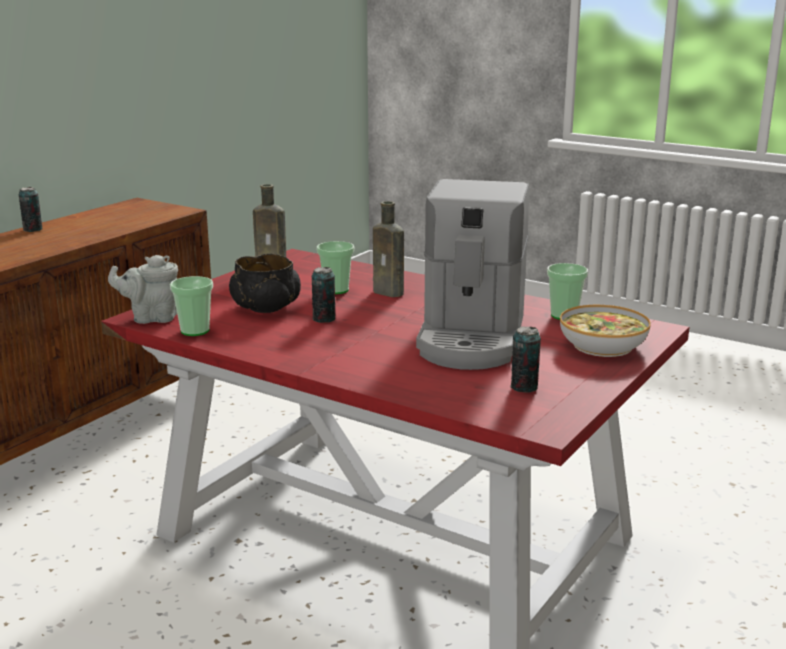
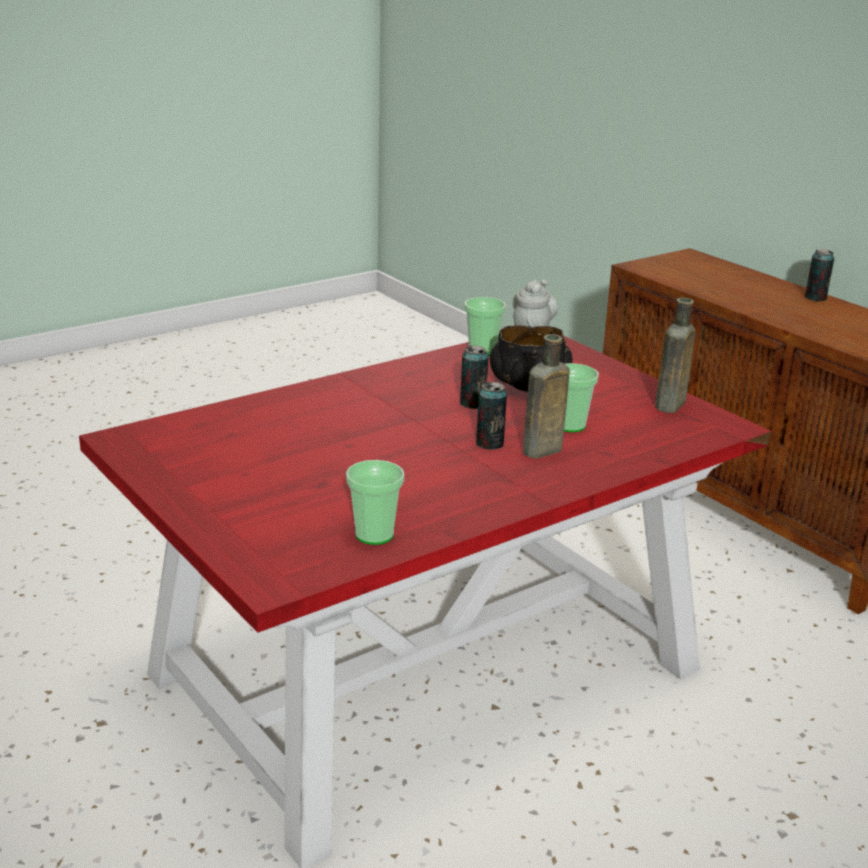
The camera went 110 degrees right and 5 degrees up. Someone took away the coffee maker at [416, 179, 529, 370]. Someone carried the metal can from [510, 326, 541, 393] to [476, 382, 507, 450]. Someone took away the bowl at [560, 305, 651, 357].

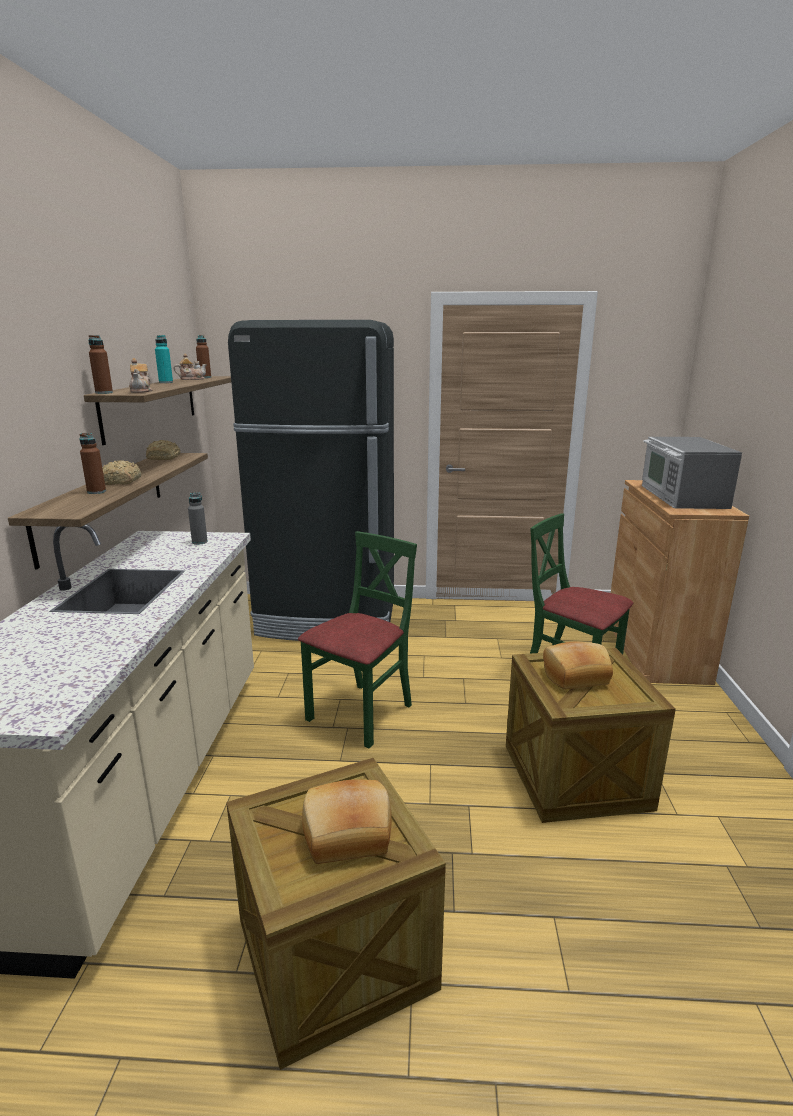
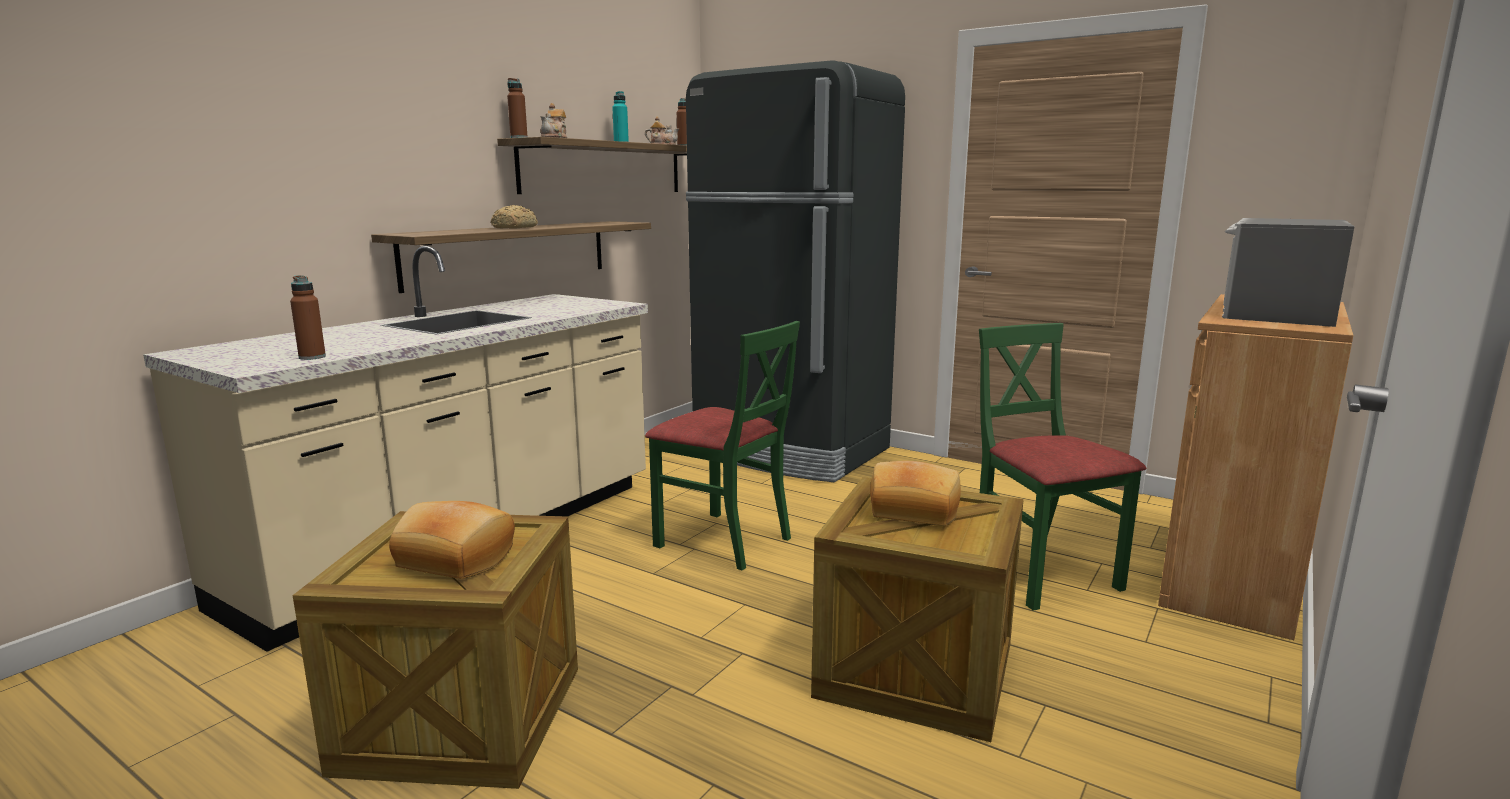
The camera went 30 degrees right and 5 degrees down. Someone carried the drink bottle/brown-coloured from [79, 433, 106, 494] to [290, 275, 326, 360]. Someone took away the bread at [146, 440, 180, 460]. Someone took away the drink bottle/greyish at [188, 493, 208, 545]. Someone rotated the upright chair/green-coloured at [298, 531, 417, 748] by 60 degrees clockwise.

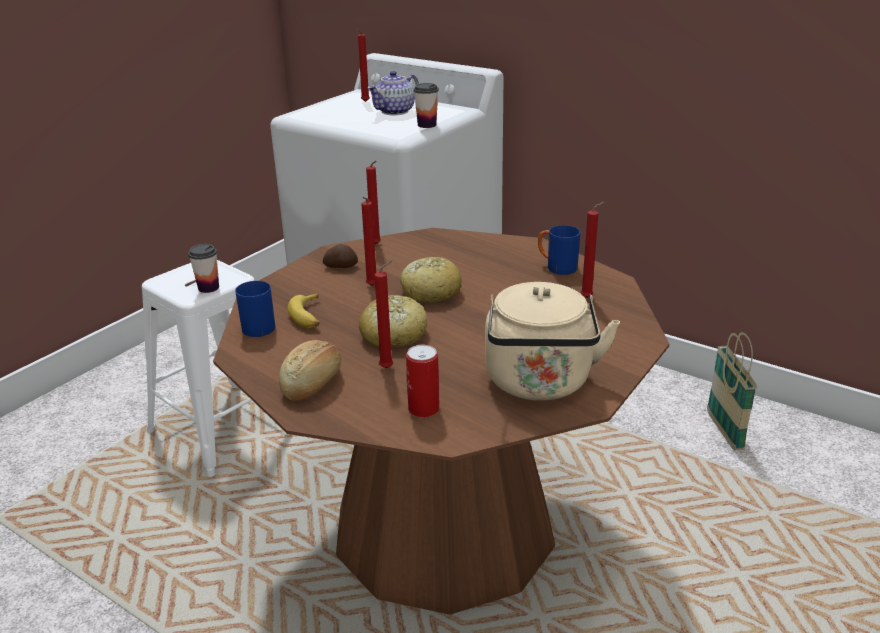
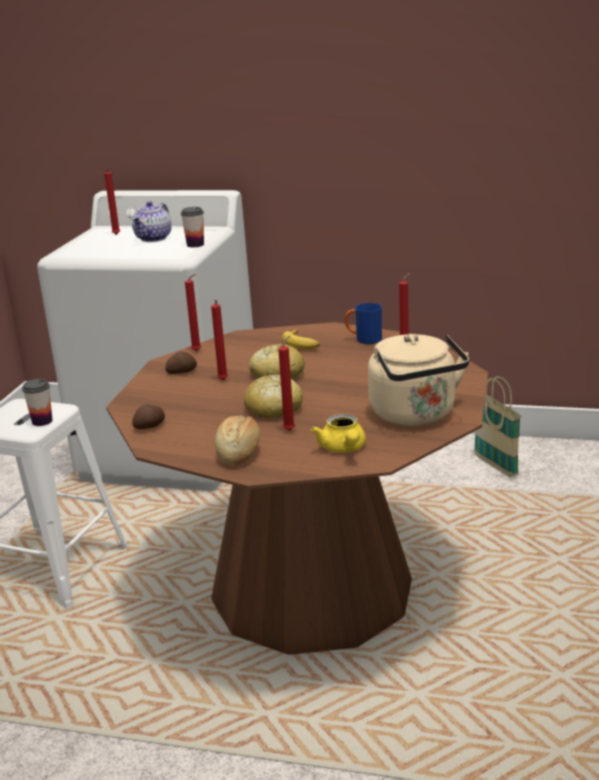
The camera went 20 degrees left and 5 degrees down. Someone swapped the coffee mug/bluish at [235, 281, 275, 337] for the whole potato at [132, 404, 165, 429]. Someone carried the banana from [288, 293, 320, 328] to [282, 329, 320, 350]. Someone swapped the metal can at [406, 345, 439, 418] for the teapot/yellow at [311, 414, 366, 453].

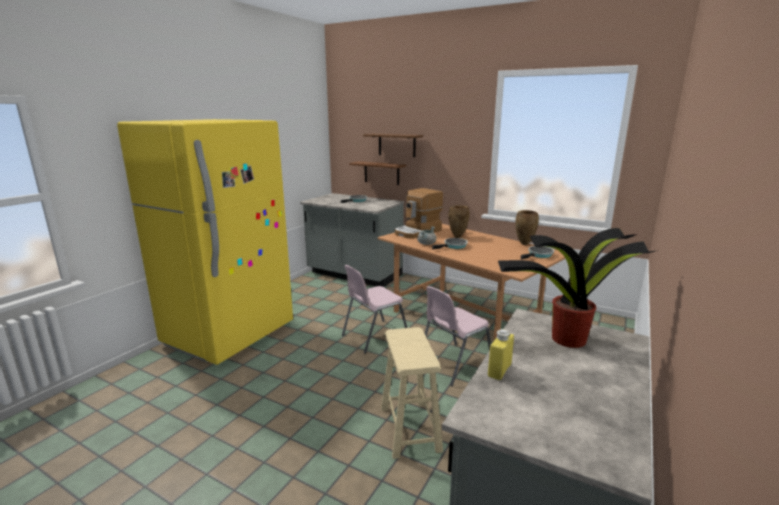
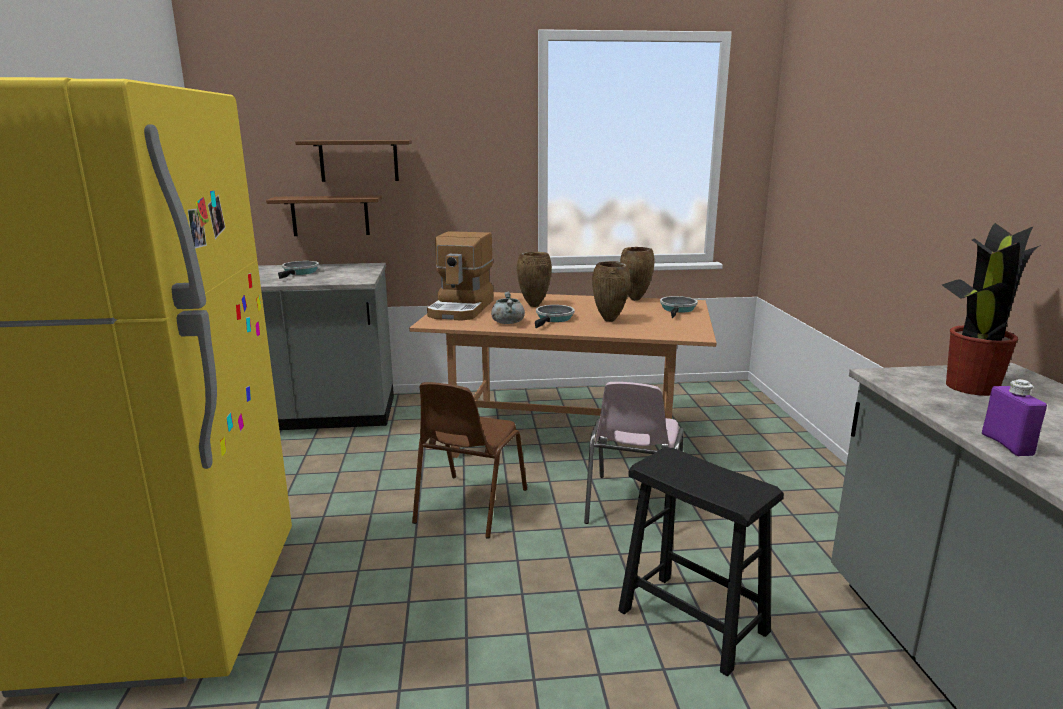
The camera went 35 degrees left and 0 degrees up. Someone repainted the upright chair/pink at [342, 265, 407, 354], which became the upright chair/brown-coloured at [412, 382, 527, 539]. Someone repainted the sitting stool/beige at [381, 327, 443, 459], which became the sitting stool/black at [618, 447, 784, 676]. Someone repainted the drink bottle/yellow at [488, 329, 514, 380], which became the drink bottle/purple-coloured at [982, 379, 1047, 456]. Someone put down the vase/brown-coloured at [592, 261, 630, 322].

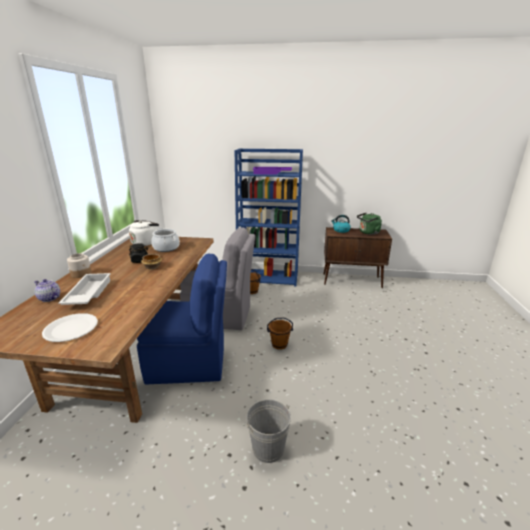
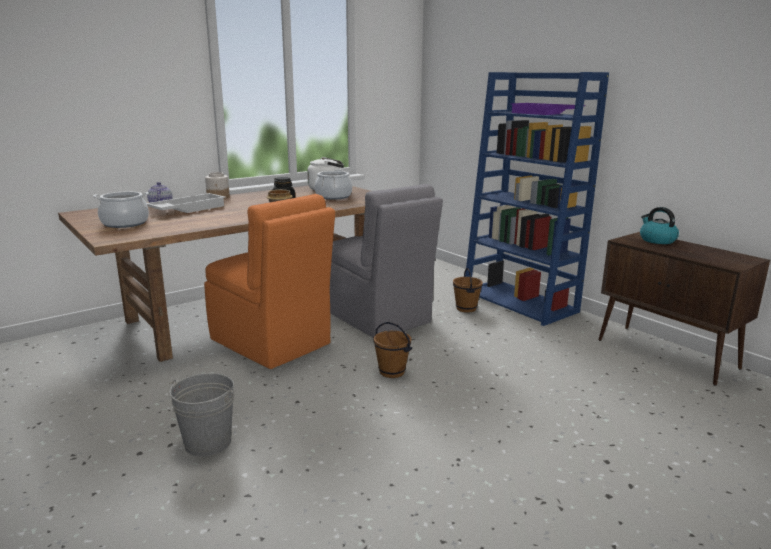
The camera went 45 degrees right and 5 degrees down. Someone swapped the flat dish/whitish at [42, 313, 98, 342] for the saucepot at [93, 192, 149, 228]. Someone repainted the upright chair/bluish at [137, 254, 227, 385], which became the upright chair/orange at [204, 194, 335, 369]. Someone took away the kettle/green-coloured at [357, 213, 382, 235].

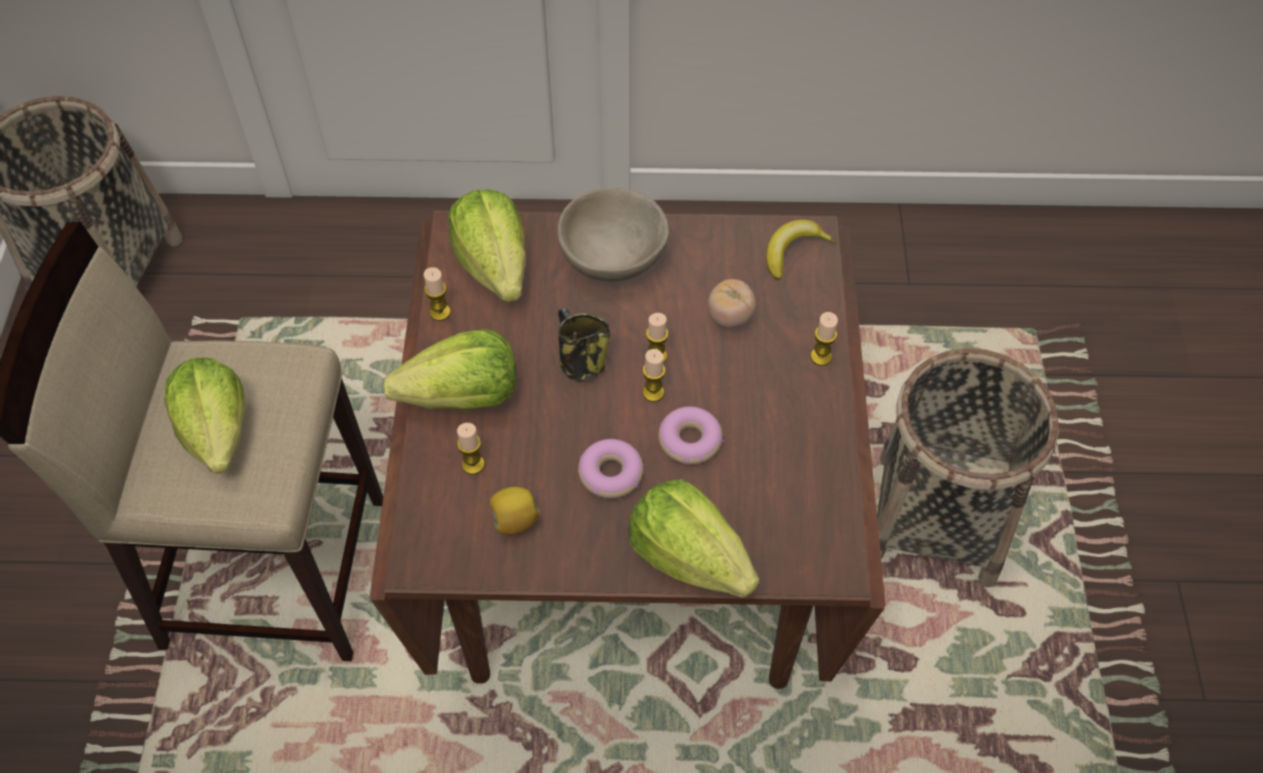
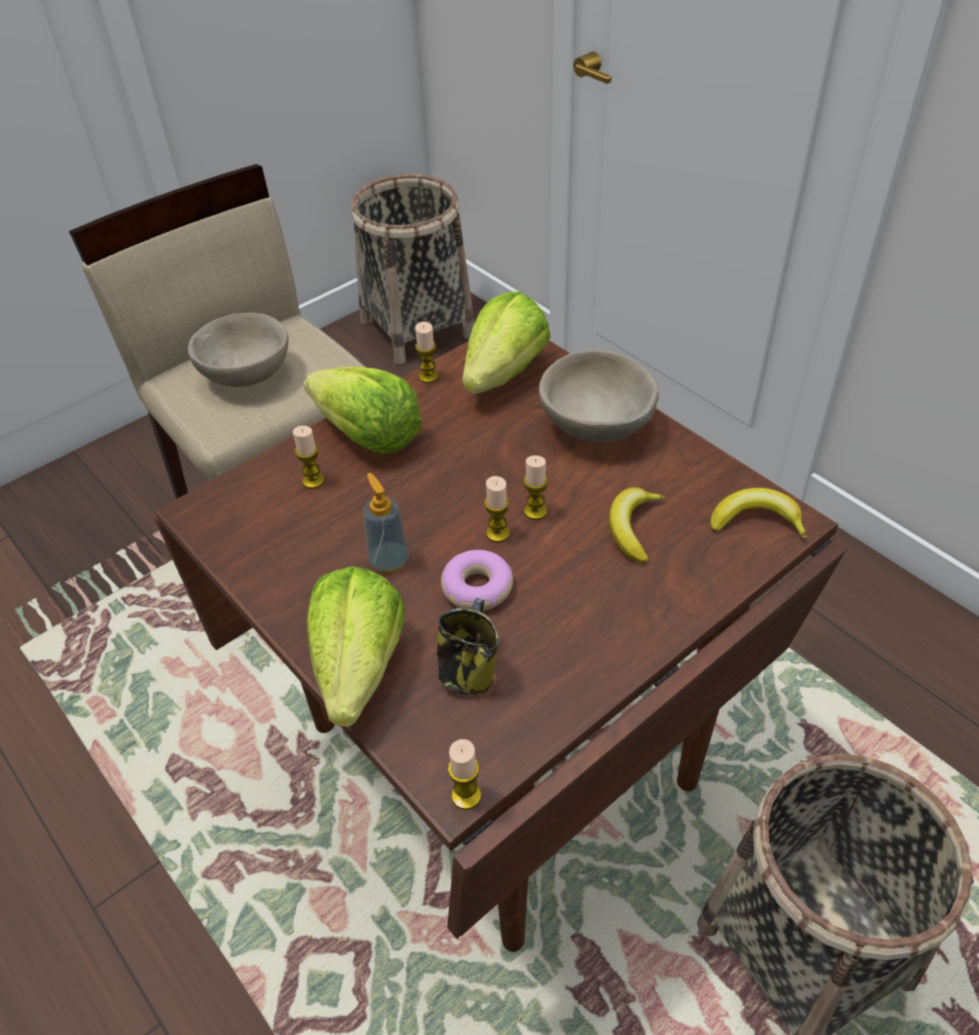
The camera went 50 degrees right and 10 degrees down. Someone swapped the head of lettuce at [165, 357, 245, 474] for the bowl/beige at [188, 313, 289, 387]. Someone took away the citrus fruit at [489, 487, 540, 535]. Someone carried the coffee mug from [558, 308, 610, 381] to [437, 598, 499, 696]. Someone swapped the ring doughnut at [578, 439, 643, 499] for the liquid soap bottle at [363, 473, 409, 574]. Someone swapped the tomato at [707, 279, 756, 329] for the banana at [609, 487, 665, 564]. Someone carried the candle from [811, 312, 838, 366] to [448, 739, 481, 810].

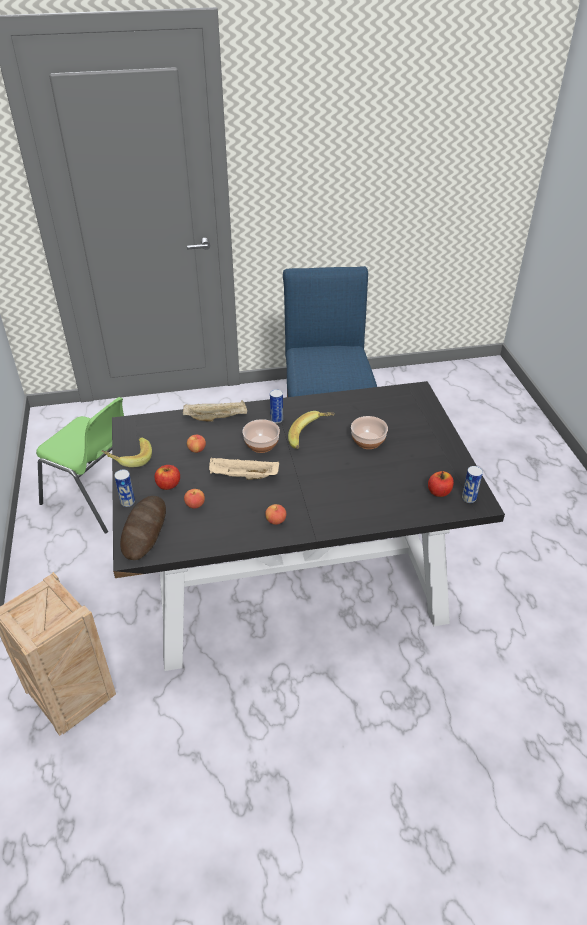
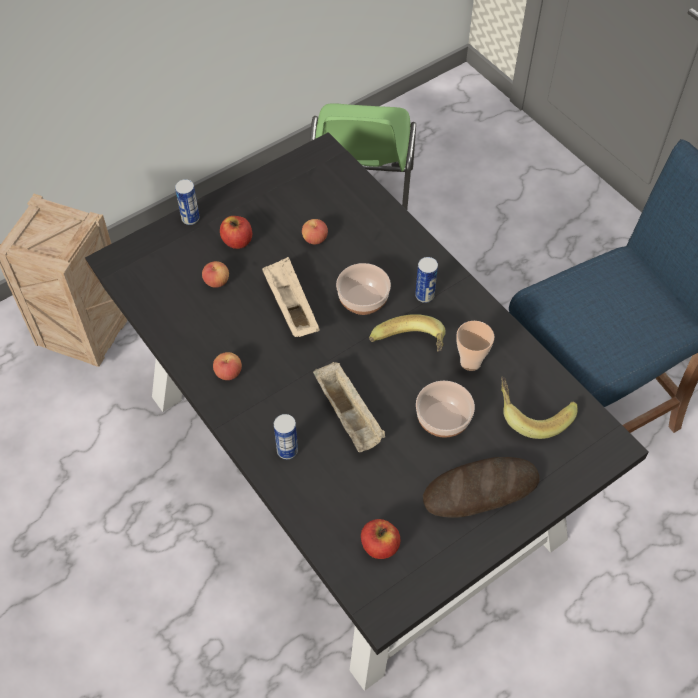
The camera went 65 degrees right and 15 degrees up. Someone carried the banana from [101, 438, 152, 467] to [501, 377, 577, 439]. Someone carried the bread from [120, 496, 166, 560] to [423, 457, 540, 518]. Someone carried the serving tray/beige from [183, 400, 247, 422] to [313, 362, 385, 452]. Someone carried the metal can from [462, 466, 483, 503] to [274, 414, 298, 459]. Someone put down the drinking cup at [456, 321, 494, 371].

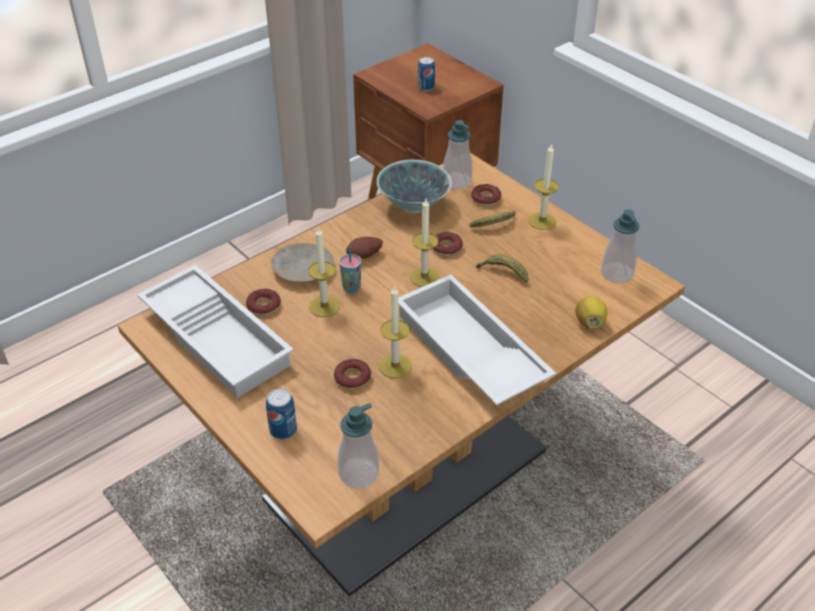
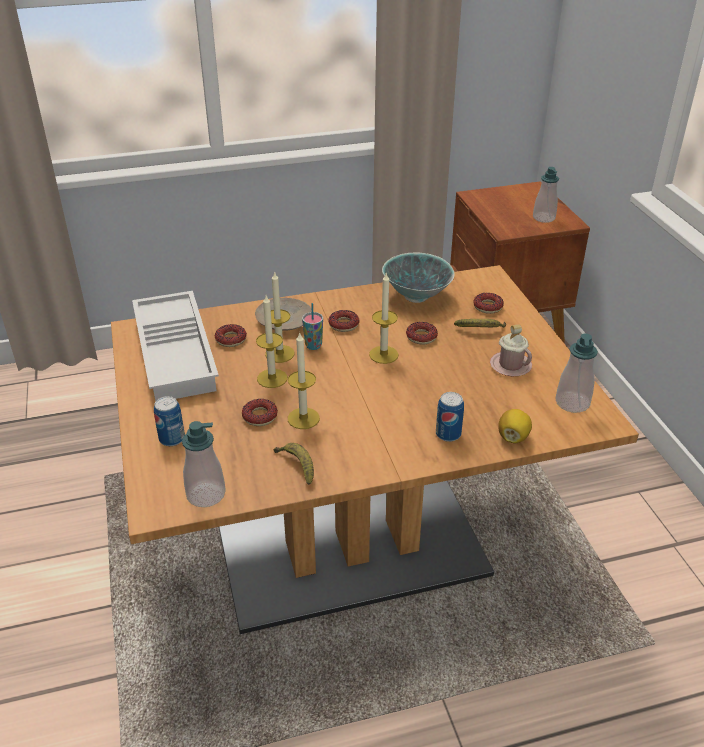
The camera went 25 degrees right and 5 degrees down. Someone swapped the whole potato at [346, 237, 383, 259] for the ring doughnut at [329, 310, 360, 332]. Someone took away the serving tray/whitish at [398, 275, 556, 406]. Someone carried the metal can from [418, 57, 435, 91] to [436, 392, 464, 442]. Someone carried the liquid soap bottle from [443, 120, 472, 189] to [533, 167, 559, 223]. Someone carried the banana from [476, 254, 528, 283] to [274, 443, 314, 485]. Someone carried the candle from [528, 143, 559, 230] to [256, 295, 287, 388]. Someone put down the coffee mug/pink at [490, 324, 532, 376].

